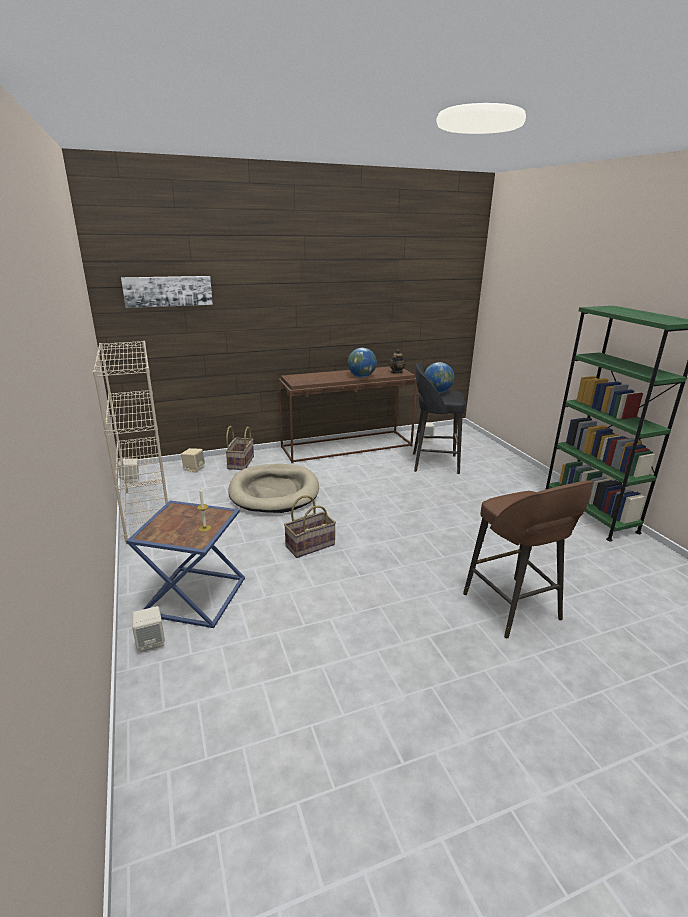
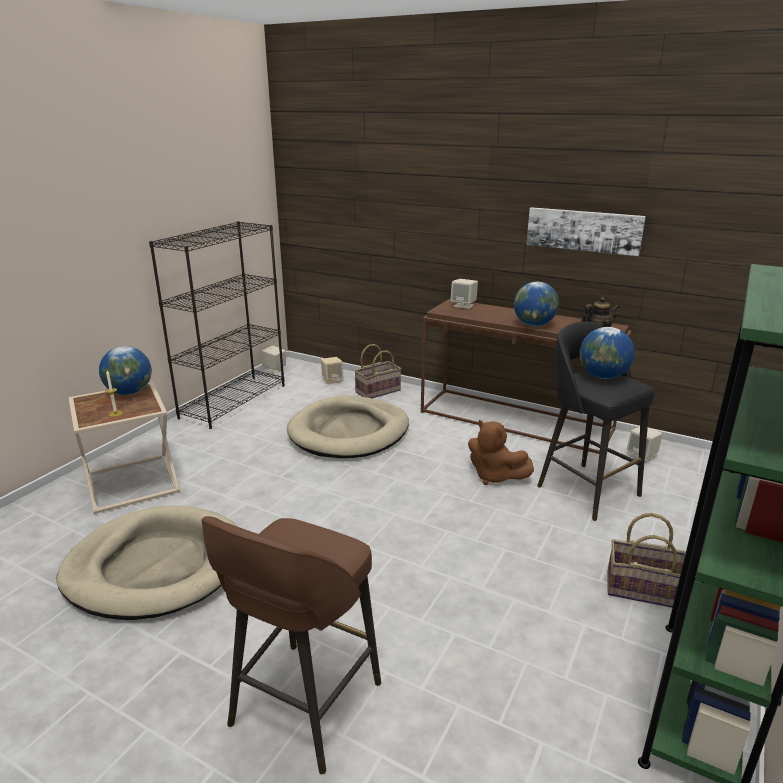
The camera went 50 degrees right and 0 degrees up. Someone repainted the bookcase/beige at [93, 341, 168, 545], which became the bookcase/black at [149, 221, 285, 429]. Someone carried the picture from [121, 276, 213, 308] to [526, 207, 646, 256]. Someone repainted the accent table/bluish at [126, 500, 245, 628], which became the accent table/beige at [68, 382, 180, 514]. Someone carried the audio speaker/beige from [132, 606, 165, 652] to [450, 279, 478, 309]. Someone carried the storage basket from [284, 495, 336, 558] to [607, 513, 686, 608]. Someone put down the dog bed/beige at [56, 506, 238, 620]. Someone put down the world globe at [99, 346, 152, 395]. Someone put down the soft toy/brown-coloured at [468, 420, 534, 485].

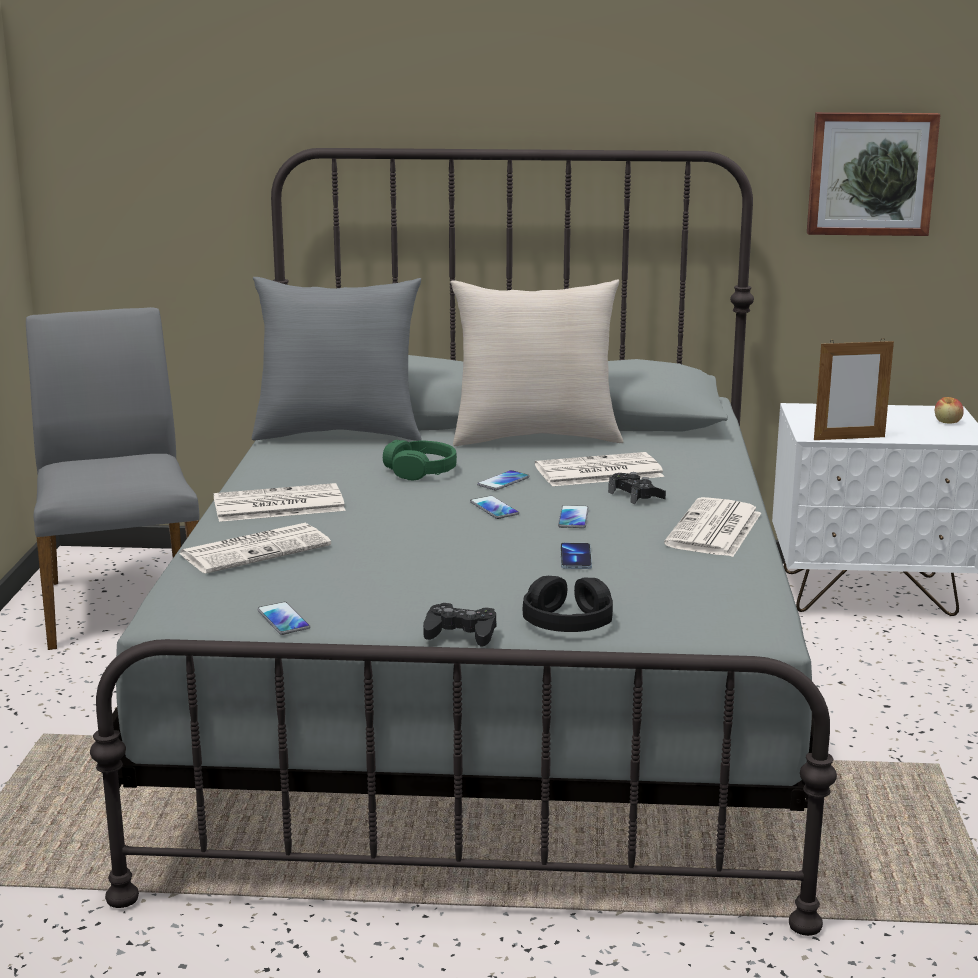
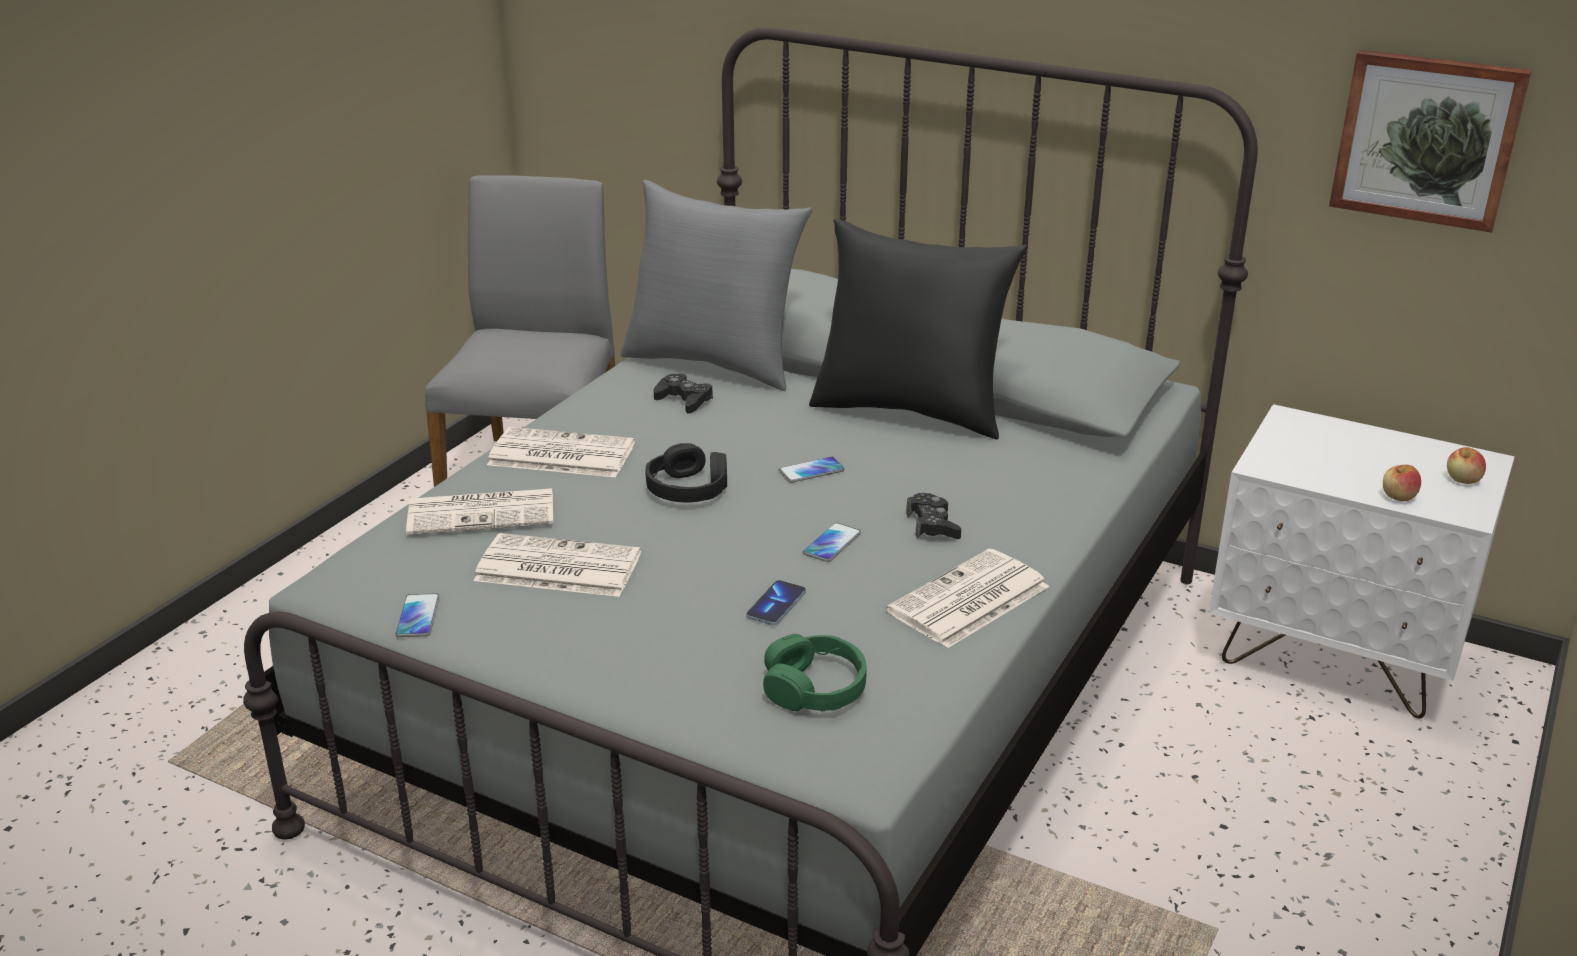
The camera went 25 degrees right and 10 degrees up. Someone carried the pair of headphones/green-coloured from [383, 440, 457, 480] to [763, 634, 867, 712]. Someone carried the gamepad/black from [423, 603, 497, 647] to [654, 373, 713, 414]. Someone repainted the cushion/beige at [450, 279, 623, 446], which became the cushion/black at [809, 218, 1027, 440]. Someone took away the telephone at [470, 496, 519, 519]. Someone carried the pair of headphones/black from [522, 576, 613, 632] to [646, 443, 727, 503]. Someone carried the daily paper from [535, 452, 665, 486] to [474, 533, 641, 597]. Someone took away the photo frame at [814, 339, 894, 440]. Someone put down the whole apple at [1383, 465, 1421, 501].

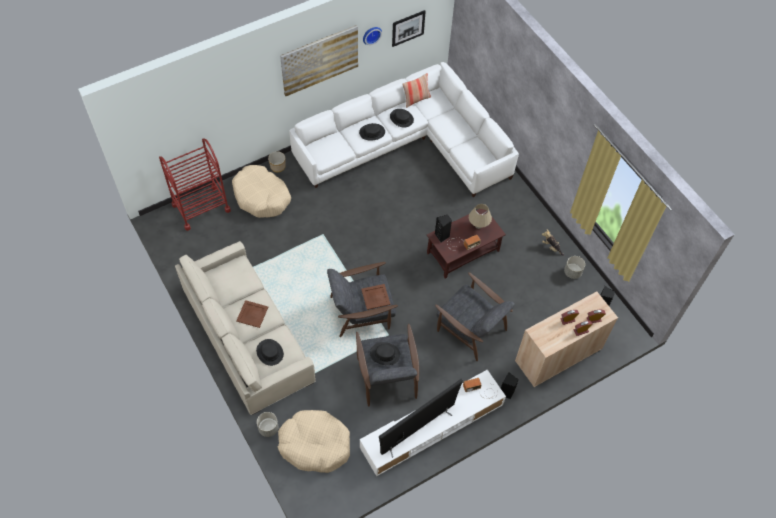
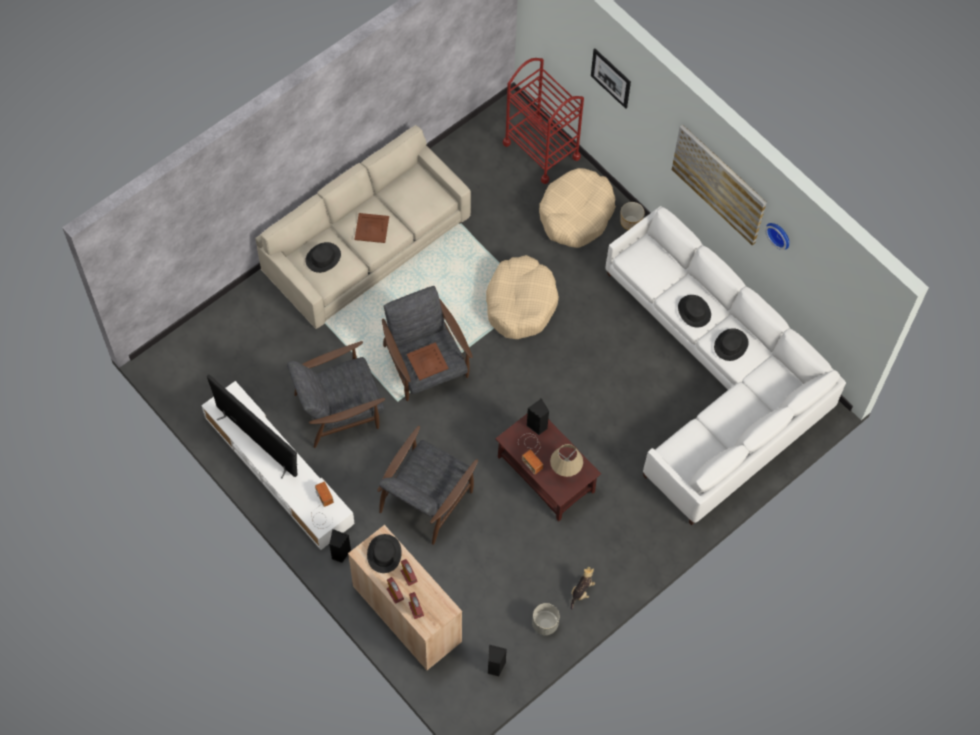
The camera went 80 degrees right and 5 degrees up. Someone took away the flower pot/greyish at [257, 412, 278, 437]. Someone carried the dog bed/beige from [278, 410, 350, 473] to [486, 255, 559, 339]. Someone carried the clothing hat/black from [370, 342, 400, 365] to [367, 534, 402, 573]. Someone carried the picture from [392, 10, 426, 47] to [591, 49, 631, 109]. Someone took away the cushion at [402, 73, 431, 108].

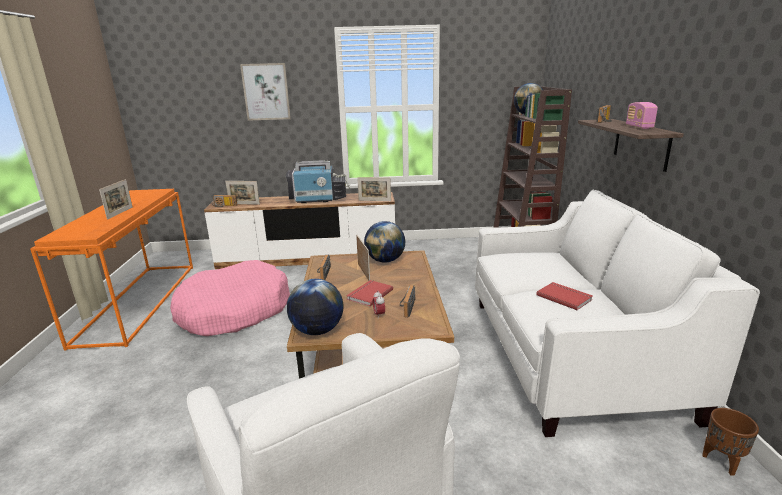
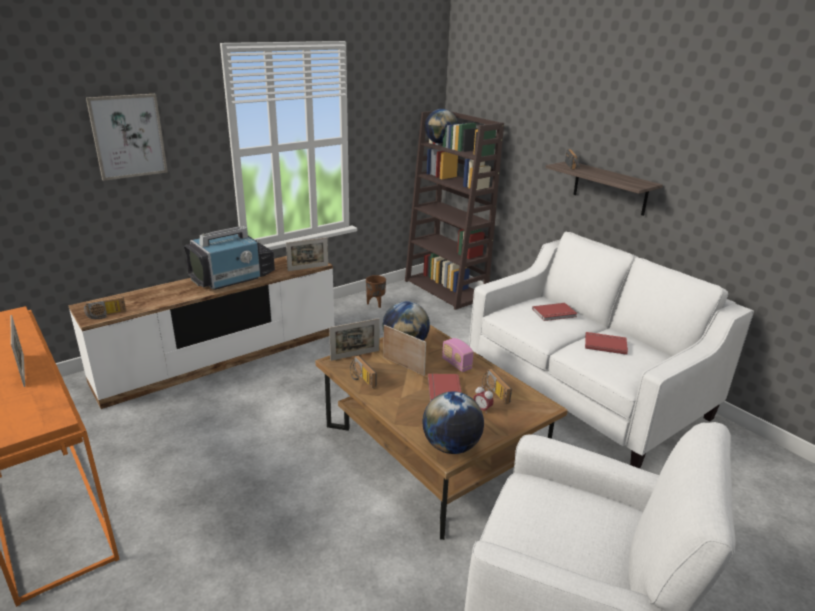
The camera went 35 degrees left and 5 degrees up. Someone took away the dog bed/pink at [170, 260, 290, 336]. Someone carried the photo frame from [225, 181, 260, 205] to [329, 318, 380, 361]. Someone carried the radio receiver from [626, 102, 658, 129] to [442, 338, 474, 372]. Someone carried the flower pot/brown-coloured from [702, 408, 759, 475] to [366, 275, 386, 308]. Someone put down the bound book/red-coloured at [532, 303, 578, 321].

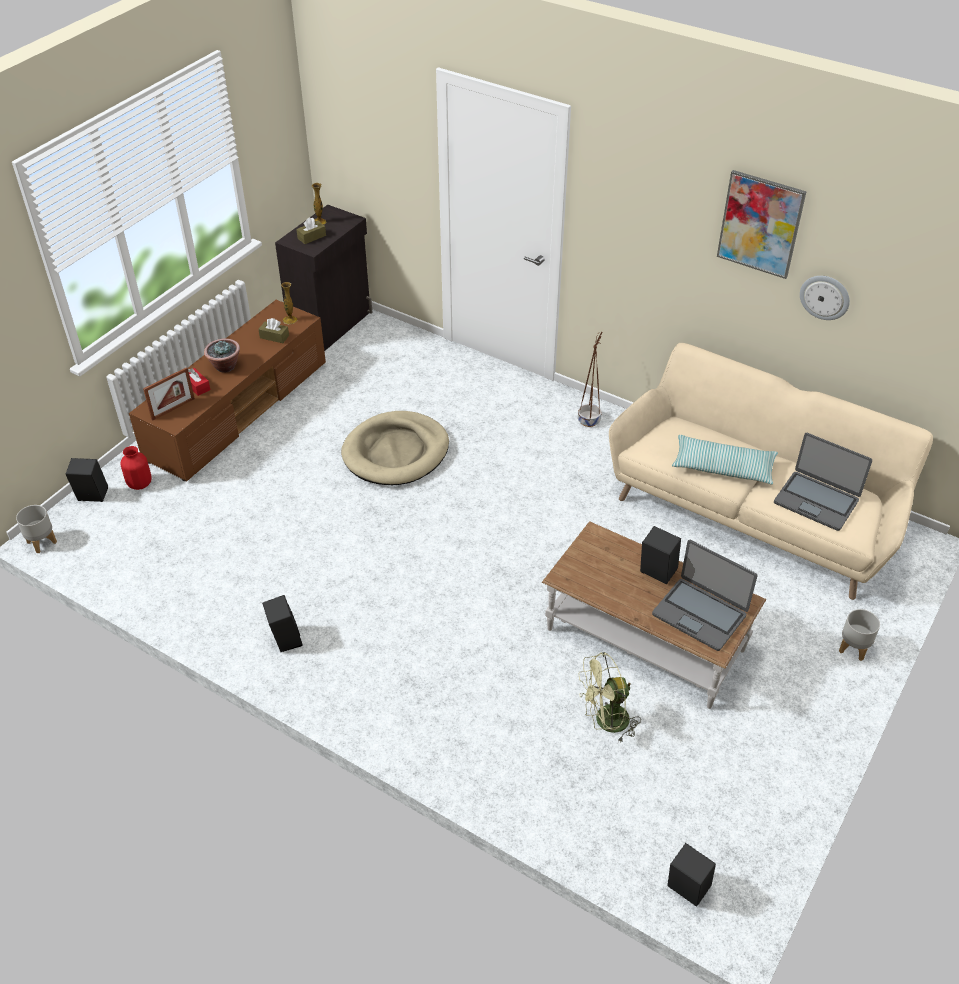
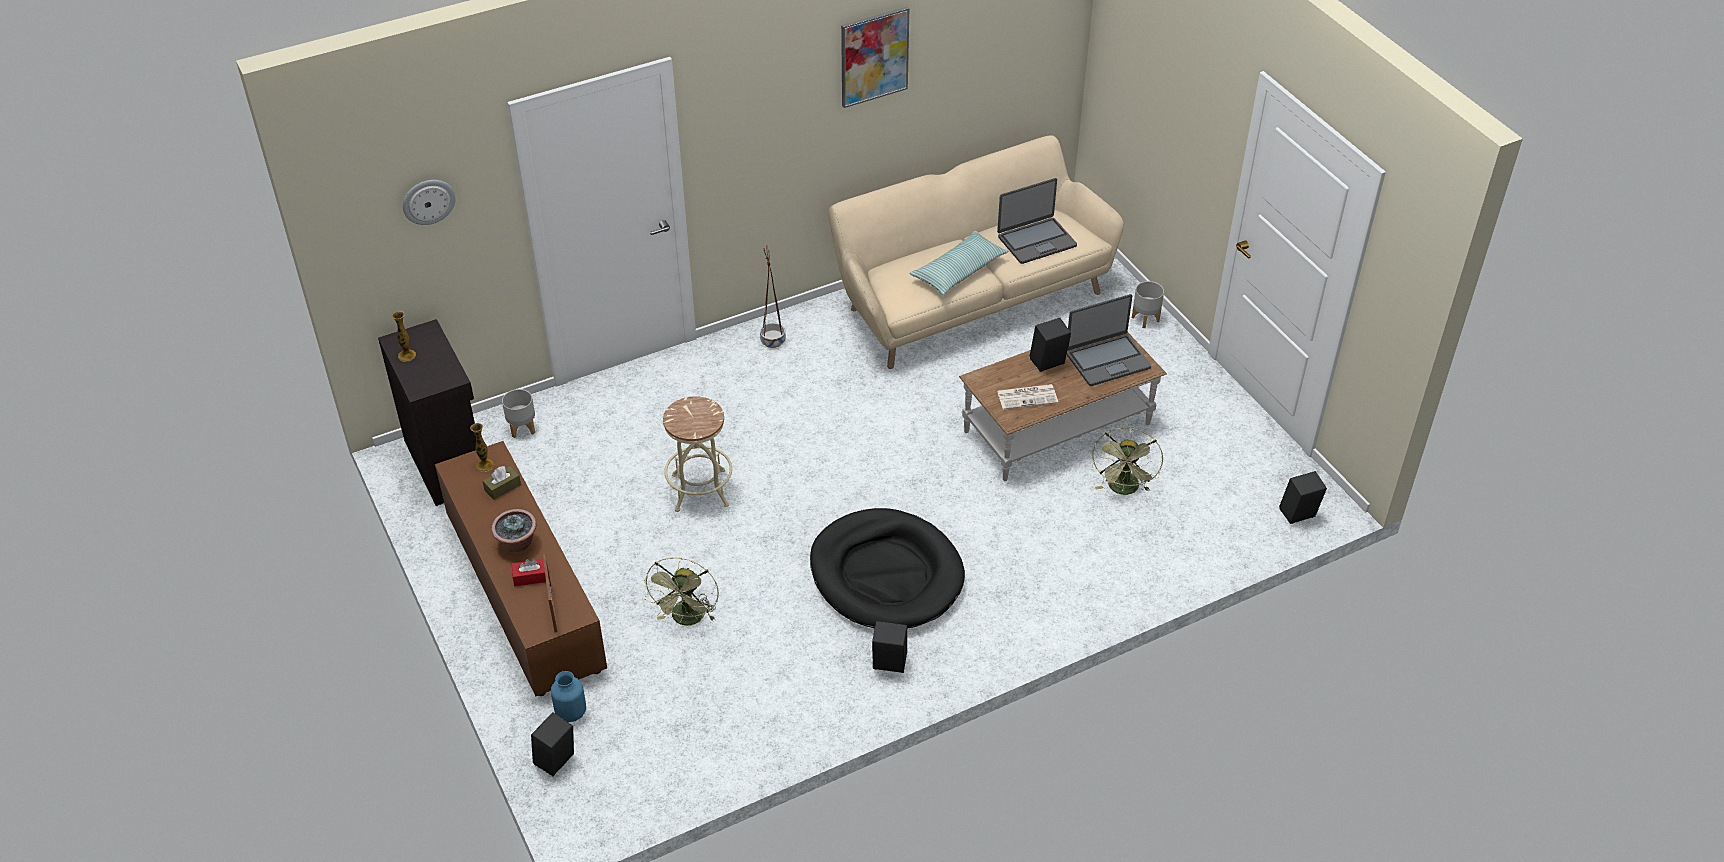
The camera went 60 degrees left and 0 degrees up. Someone carried the flower pot/greyish from [16, 505, 57, 553] to [502, 389, 535, 438]. Someone repainted the vase/red-coloured at [121, 446, 151, 490], which became the vase/bluish at [551, 671, 586, 722]. Someone took away the tissue box/brown-coloured at [296, 217, 326, 244]. Someone swapped the dog bed/beige at [341, 411, 449, 485] for the sitting stool/beige at [663, 396, 732, 512]. Someone carried the wall clock from [800, 276, 850, 320] to [403, 180, 456, 225]. Someone put down the electric fan/green-coloured at [644, 557, 719, 626]. Someone put down the dog bed/black at [810, 508, 965, 629]. Someone put down the daily paper at [997, 384, 1058, 410].

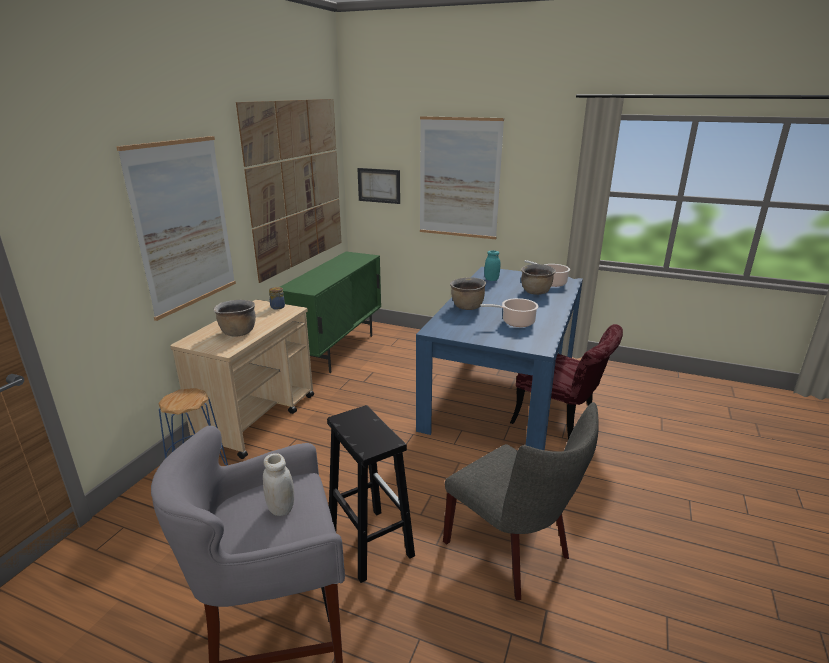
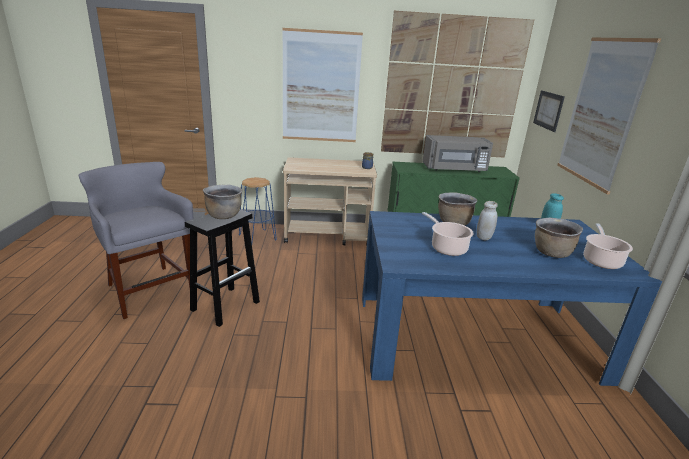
The camera went 65 degrees right and 0 degrees up. Someone carried the saucepot/brown-coloured from [213, 300, 256, 336] to [203, 185, 242, 219]. Someone carried the jar/whitish from [263, 453, 294, 516] to [477, 201, 498, 240]. Someone took away the upright chair/greyish at [443, 402, 599, 600]. Someone took away the upright chair/red-coloured at [510, 324, 623, 439]. Someone put down the microwave oven/greyish at [423, 135, 493, 172].

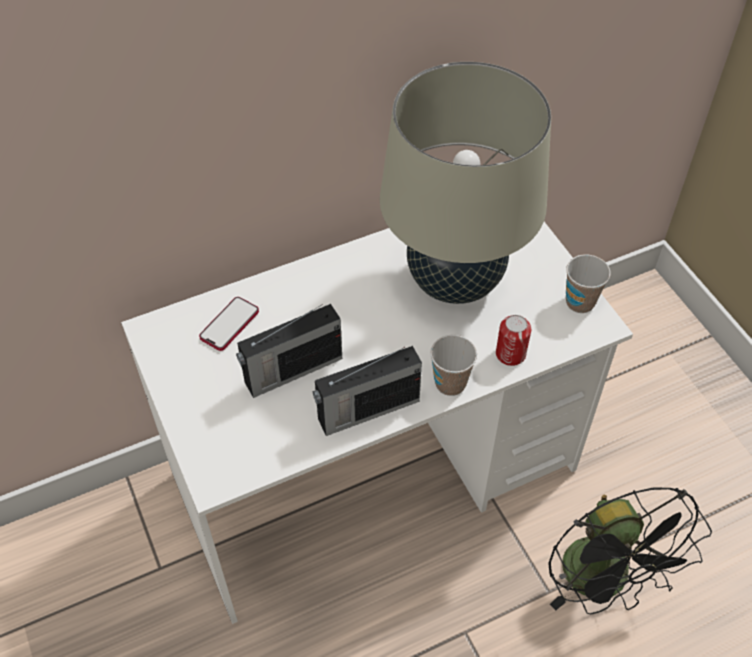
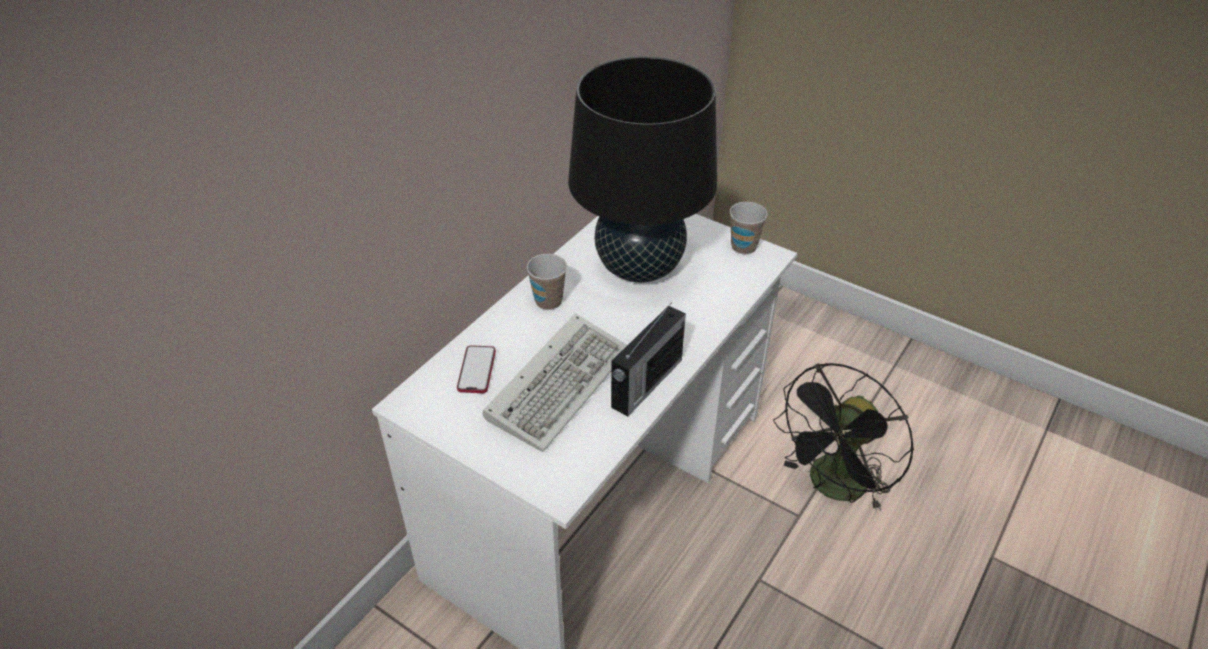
The camera went 30 degrees left and 10 degrees down. Someone swapped the radio receiver at [236, 304, 342, 398] for the computer keyboard at [483, 313, 627, 452]. Someone repainted the lamp for a table/beige at [380, 62, 551, 304], which became the lamp for a table/black at [568, 56, 717, 282]. Someone carried the drinking cup from [430, 335, 477, 396] to [527, 254, 567, 310]. Someone took away the metal can at [496, 315, 531, 366]. Someone rotated the electric fan/black at [548, 487, 712, 614] by 90 degrees clockwise.

